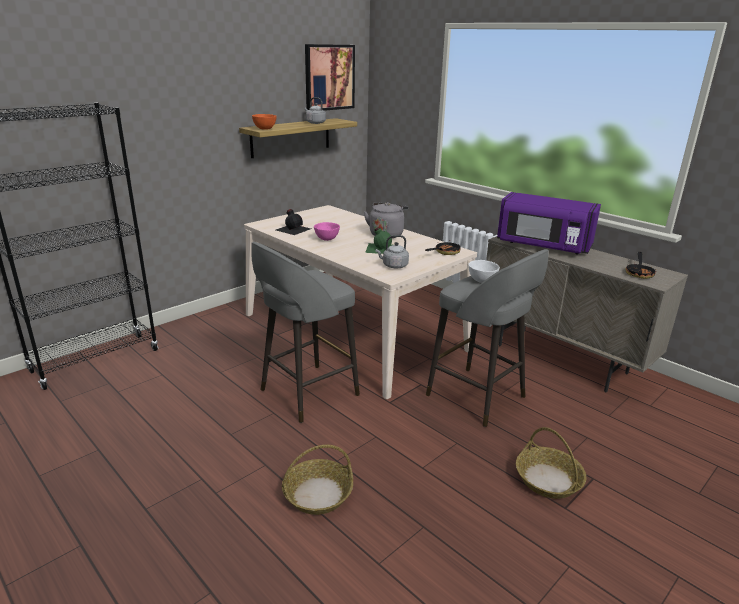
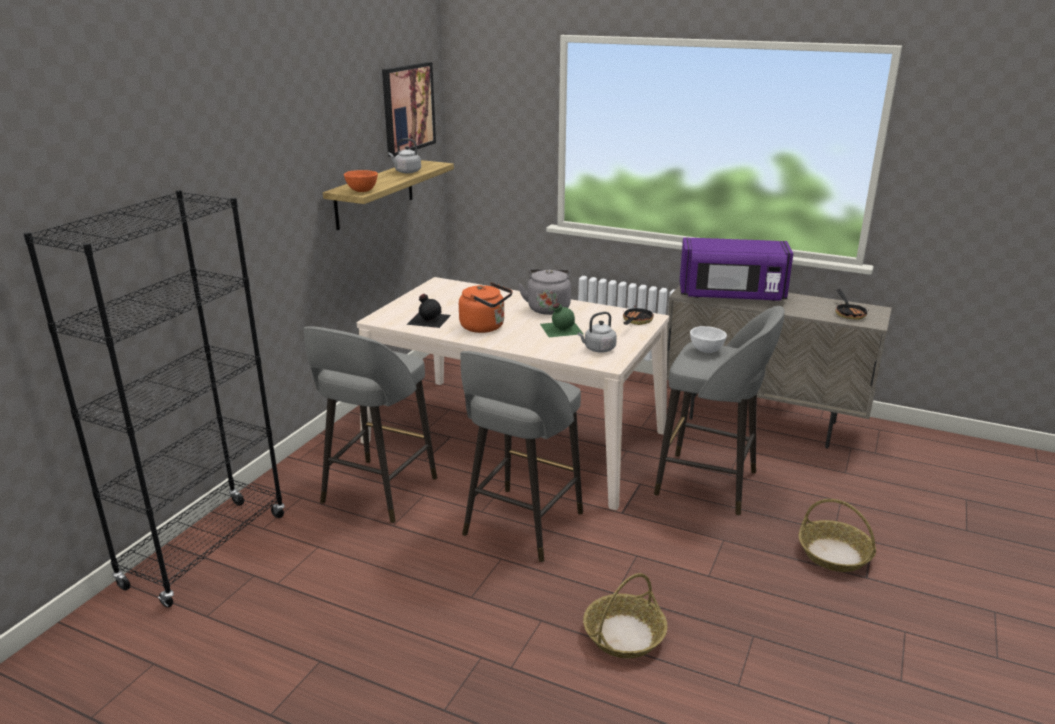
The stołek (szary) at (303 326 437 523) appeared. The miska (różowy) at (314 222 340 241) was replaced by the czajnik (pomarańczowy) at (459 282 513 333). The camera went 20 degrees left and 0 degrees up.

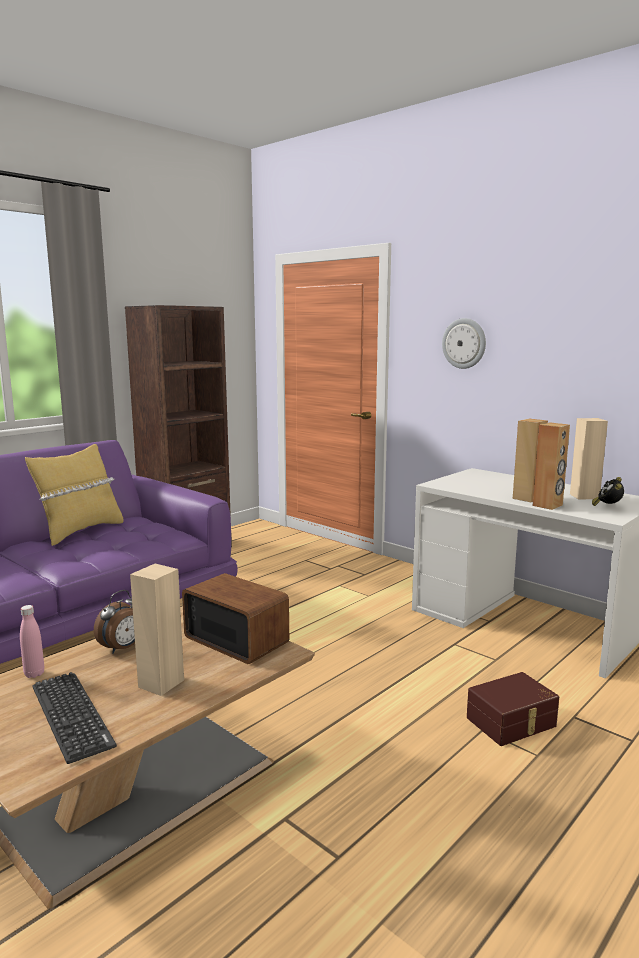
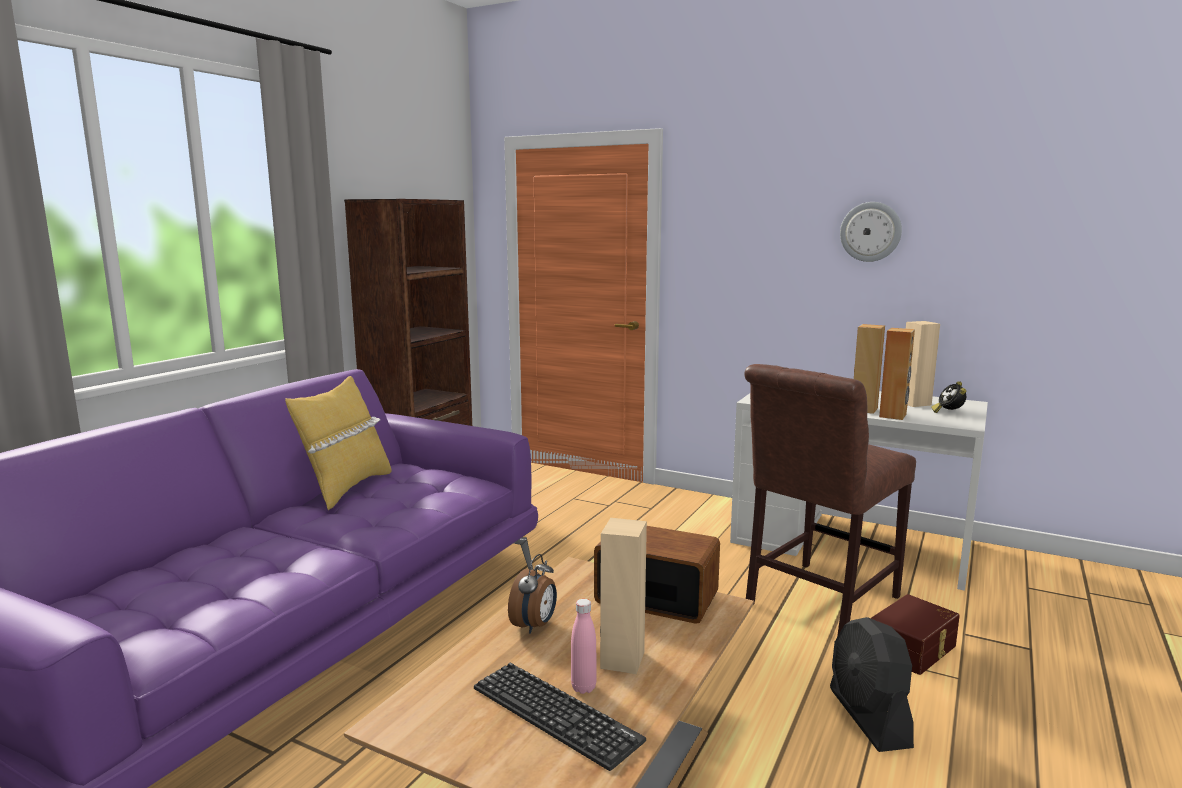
The krzesło (brązowy) at (744 364 916 637) appeared. The wentylator (czarny) at (830 617 914 752) appeared. The butelka (różowy) moved from (20 605 44 678) to (571 599 597 694). The zegar ścienny moved from (442 318 486 369) to (840 202 902 262). The camera went 15 degrees left and 0 degrees up.

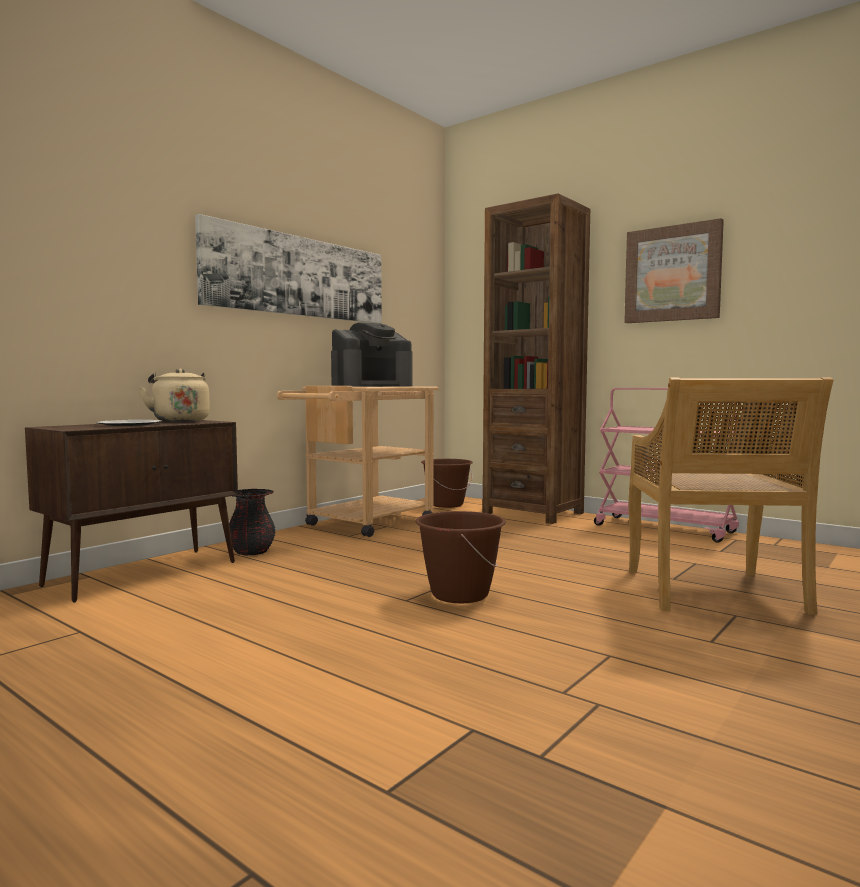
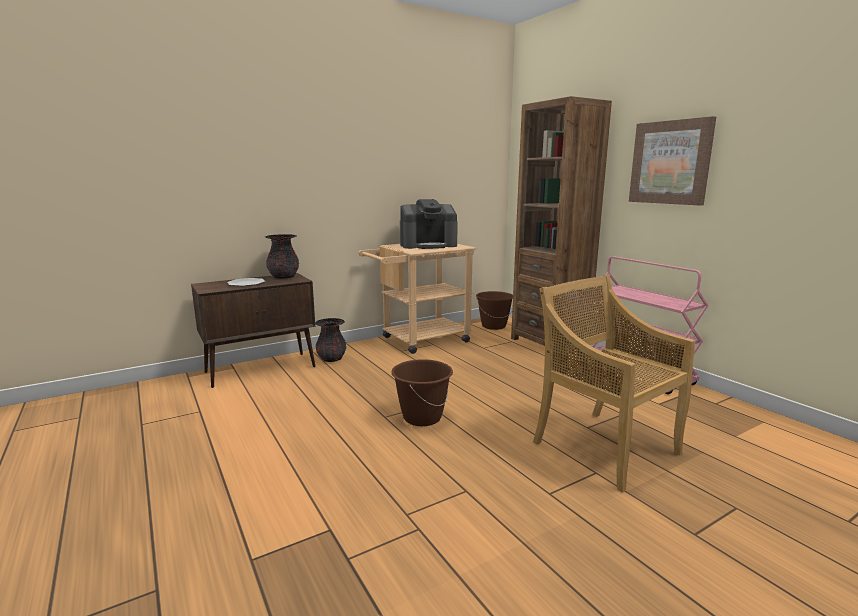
The obraz at (195 214 382 324) disappeared. The czajnik (beżowy) at (139 369 210 422) was replaced by the wazon (czarny) at (265 234 299 279). The krzesło (beżowy) at (628 377 833 614) turned 120 degrees clockwise. The camera went 20 degrees right and 10 degrees up.

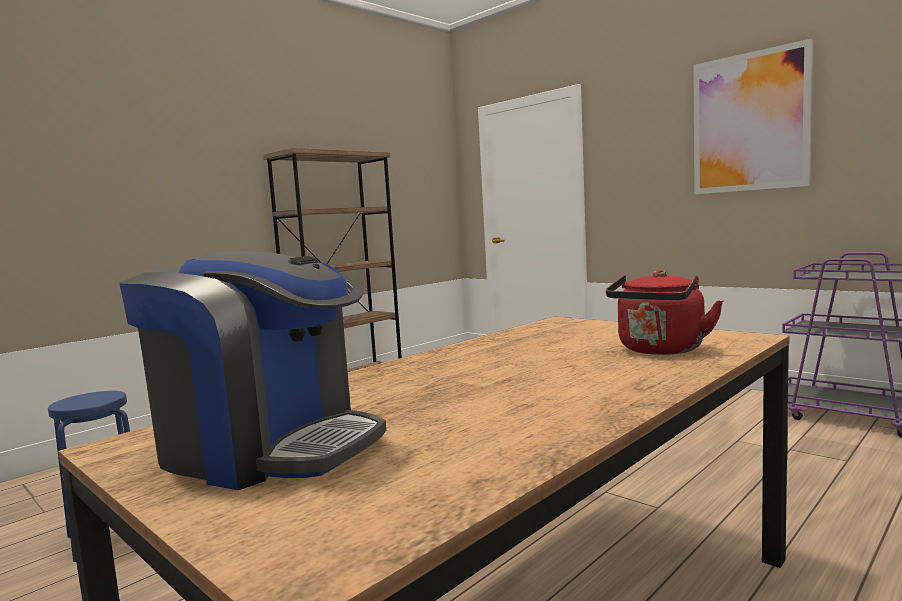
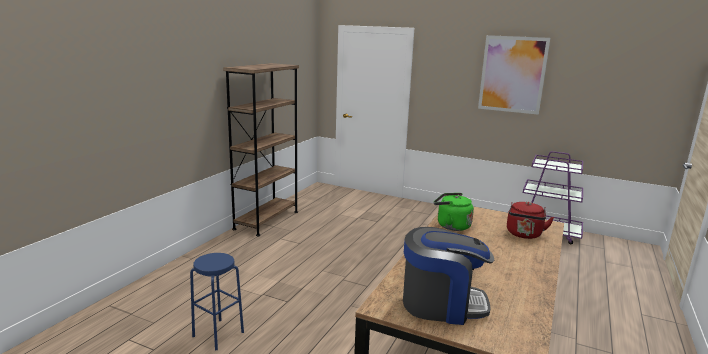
The czajnik (zielony) at (434 193 474 231) appeared. The camera went 20 degrees left and 10 degrees up.

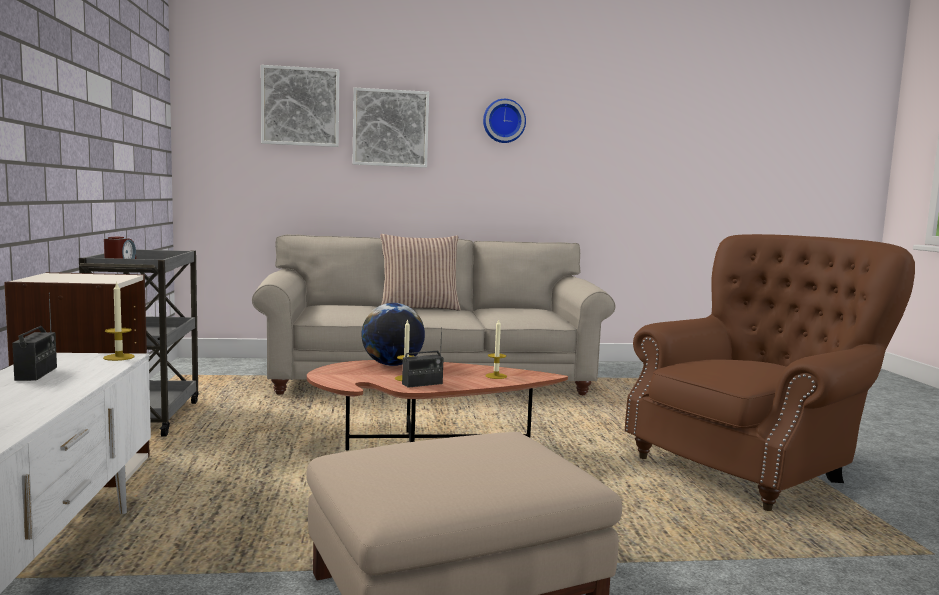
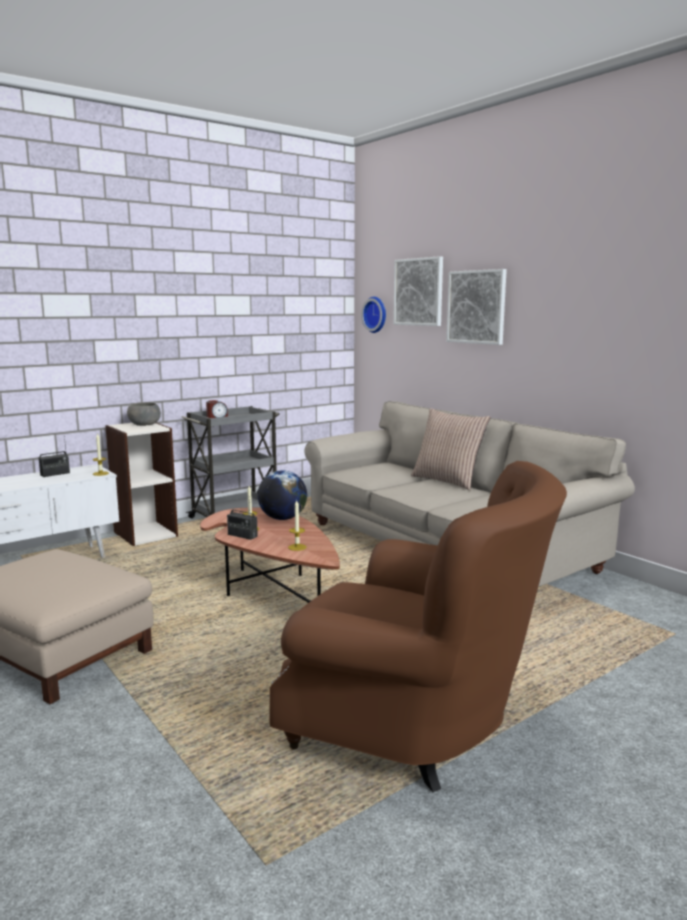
The miska (szary) at (127 402 161 426) appeared. The zegar ścienny moved from (483 99 526 143) to (361 297 386 333). The camera went 60 degrees right and 5 degrees up.

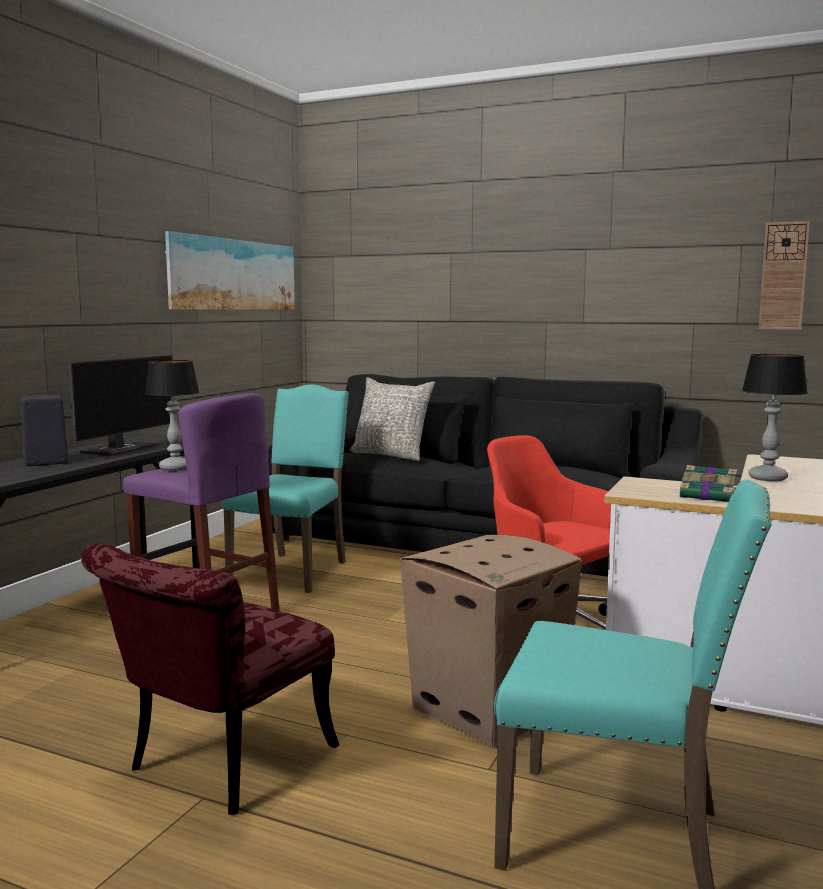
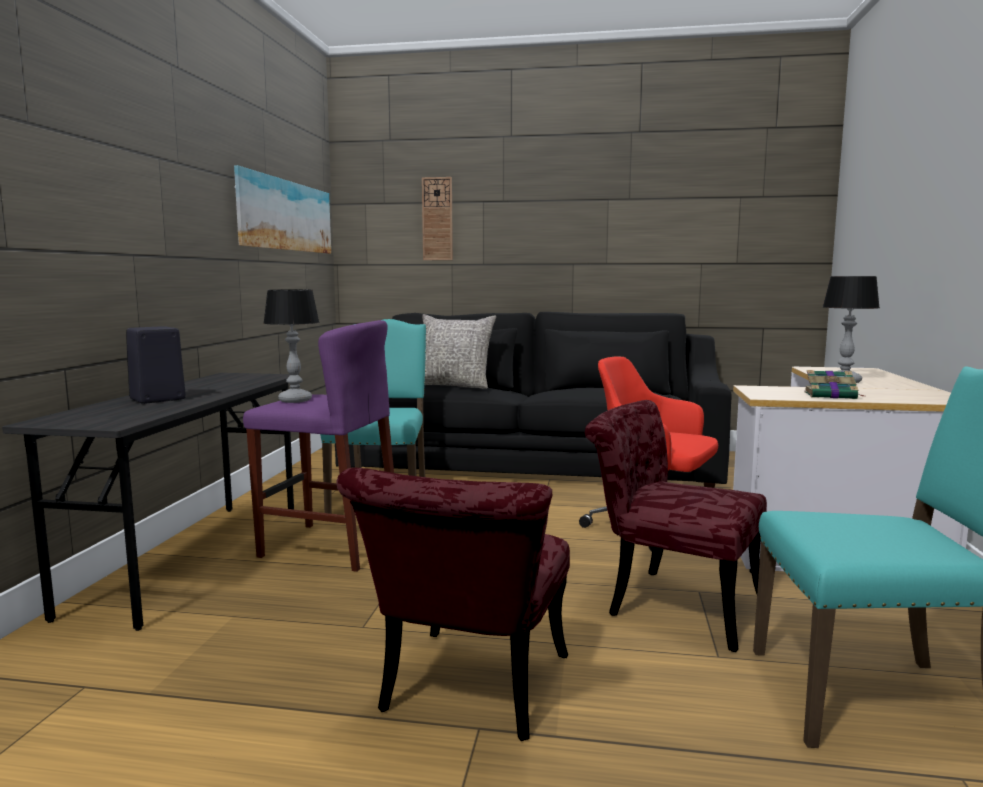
The monitor at (69 355 173 456) disappeared. The zegar ścienny moved from (759 221 810 330) to (422 177 453 260). The karton at (400 535 582 748) was replaced by the krzesło (czerwony) at (585 400 767 652). The camera went 15 degrees left and 0 degrees up.

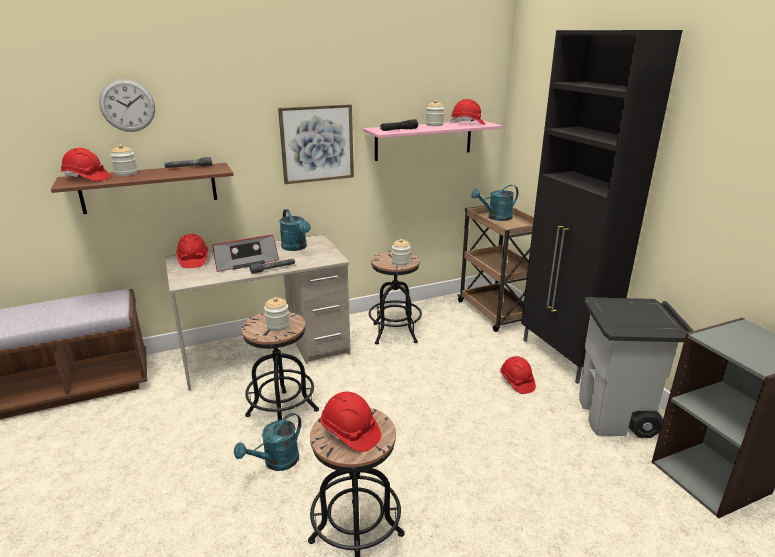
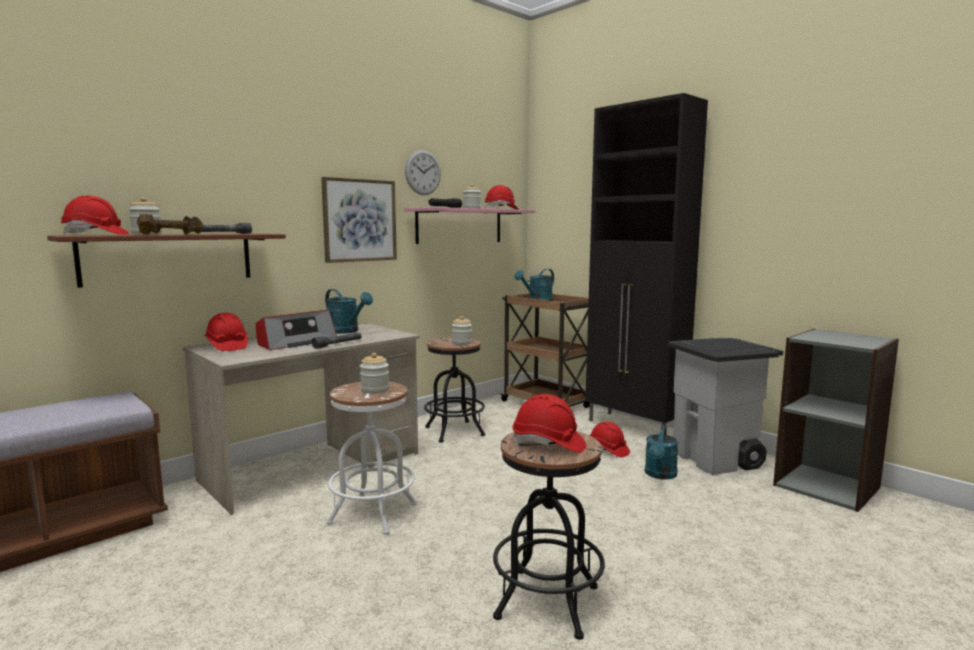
The hantel (brązowy) at (137 214 203 234) appeared. The zegar ścienny moved from (99 79 155 132) to (405 150 441 195). The konewka (turkusowy) moved from (234 413 301 471) to (645 425 678 479). The stołek (czarny) at (241 312 319 420) became the stołek (biały) at (327 382 417 535). The camera went 20 degrees left and 15 degrees down.

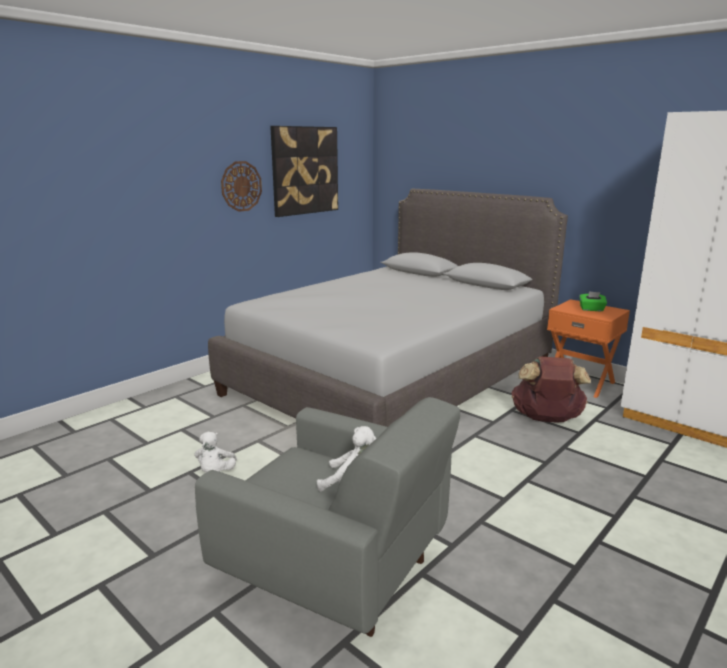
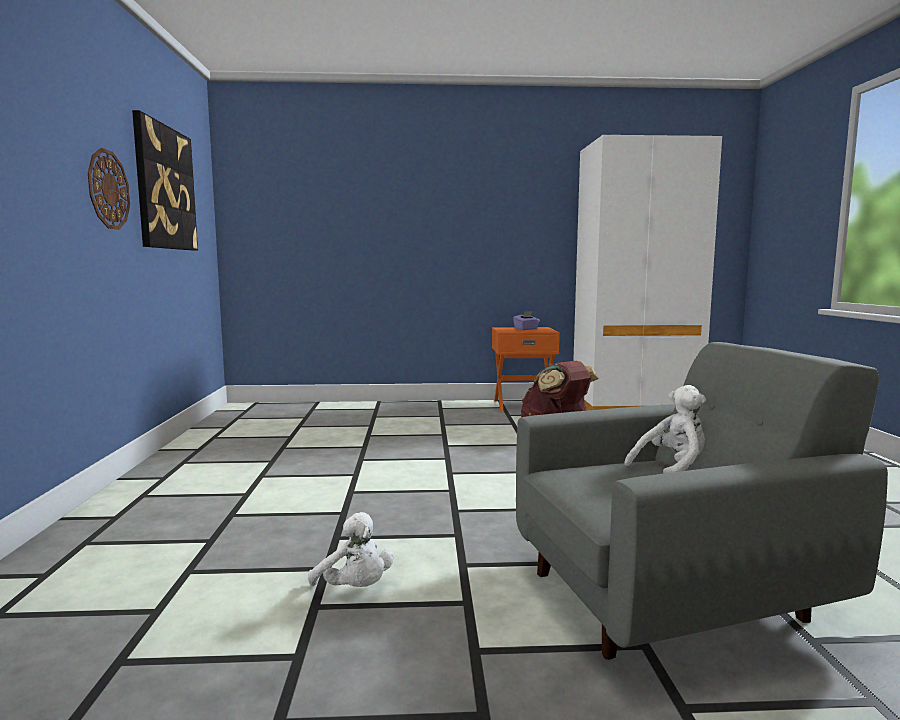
The łóżko (szary) at (208 189 568 427) disappeared. The pudełko chusteczek (zielony) at (579 291 607 311) became the pudełko chusteczek (fioletowy) at (513 311 540 330). The camera went 45 degrees left and 10 degrees down.

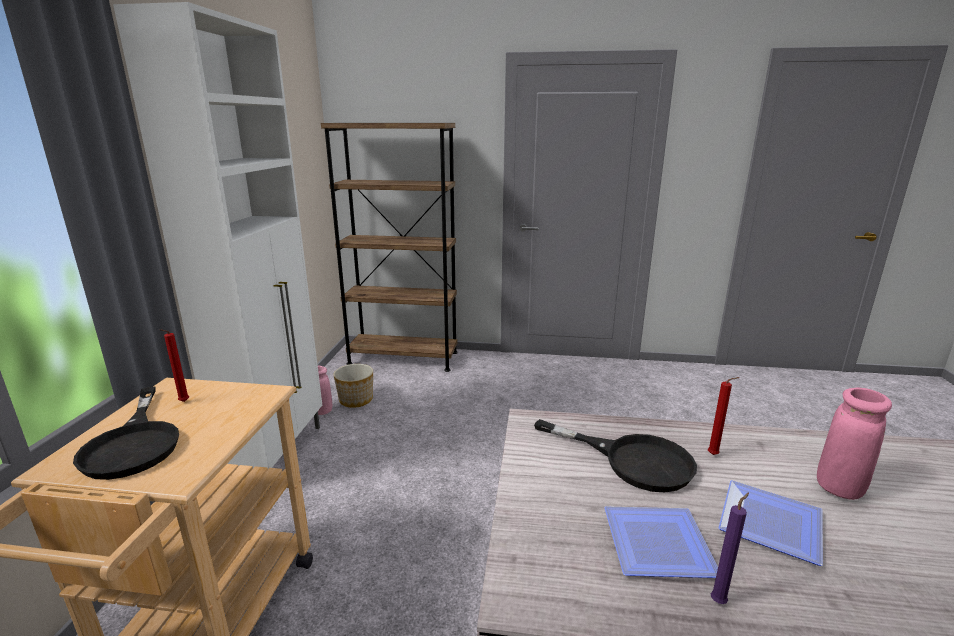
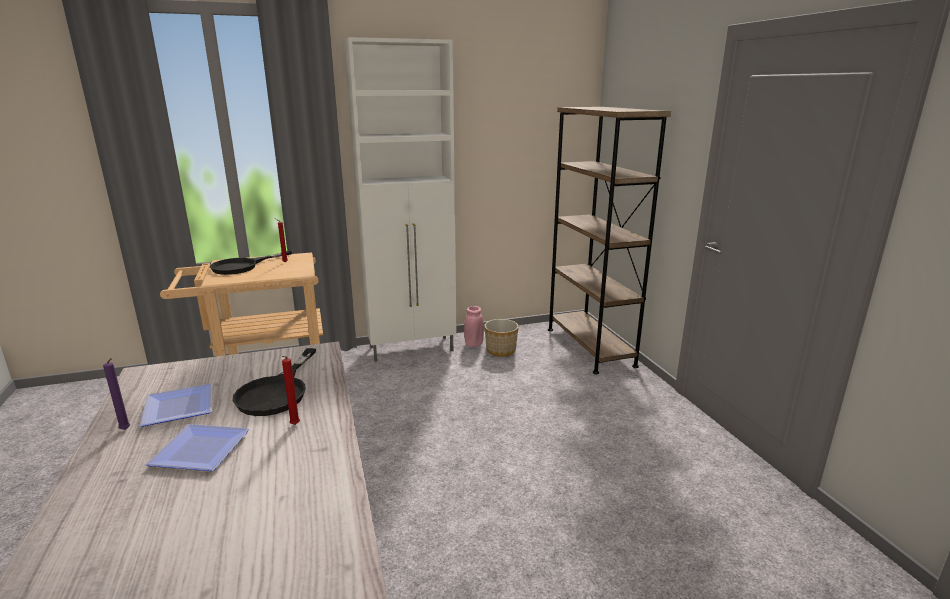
The wazon (różowy) at (817 388 892 500) disappeared. The camera went 65 degrees right and 0 degrees up.

